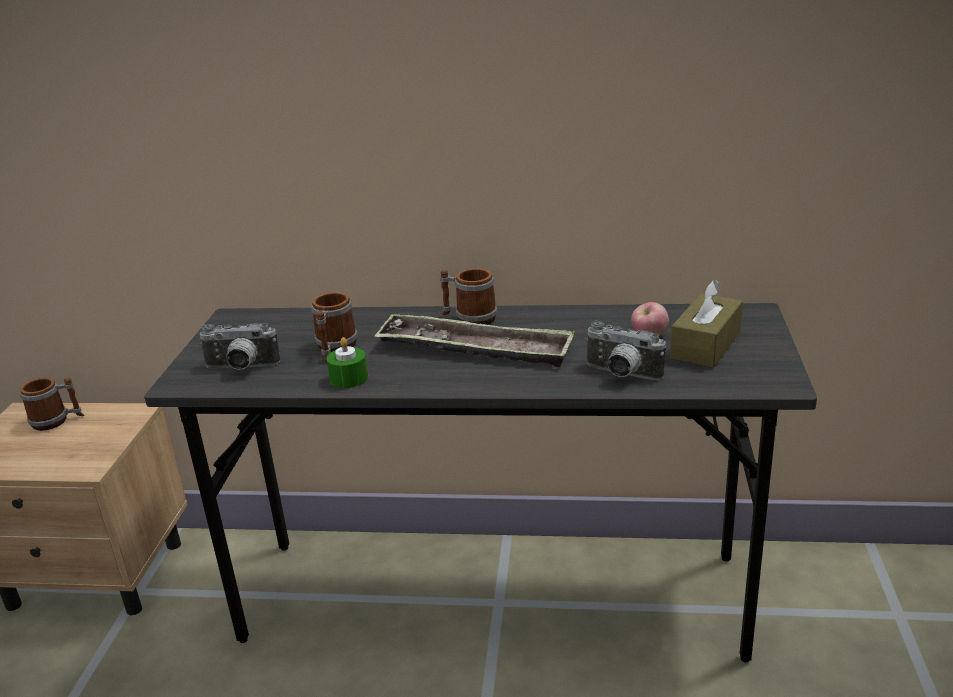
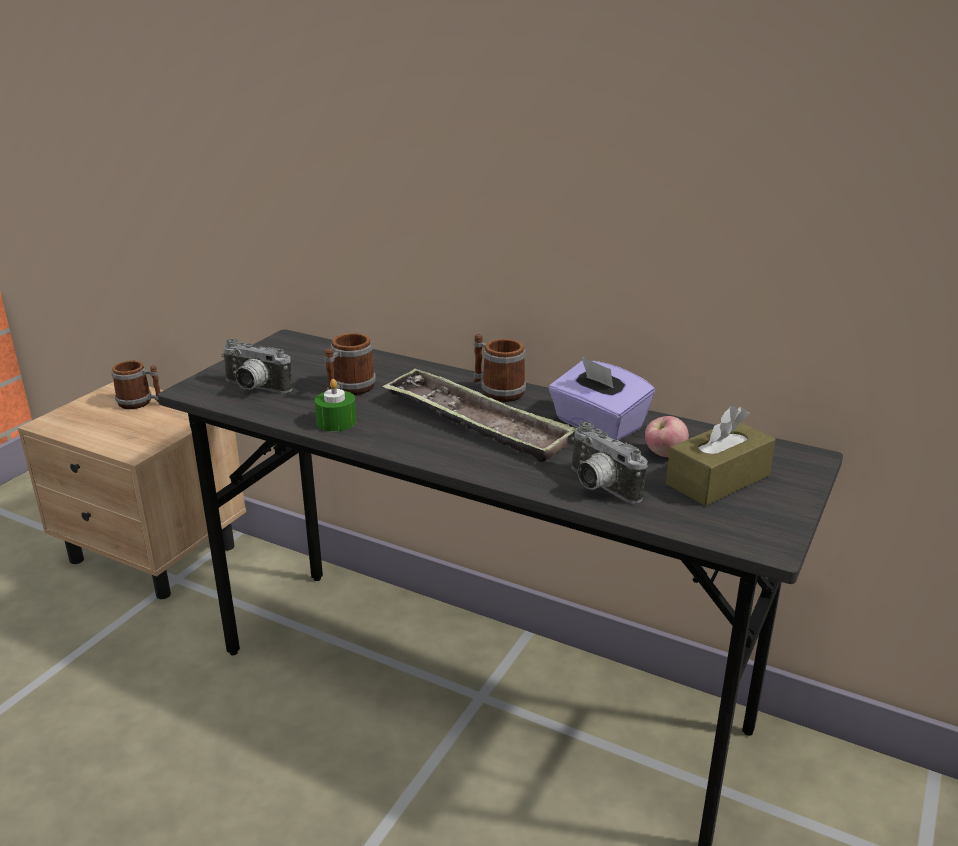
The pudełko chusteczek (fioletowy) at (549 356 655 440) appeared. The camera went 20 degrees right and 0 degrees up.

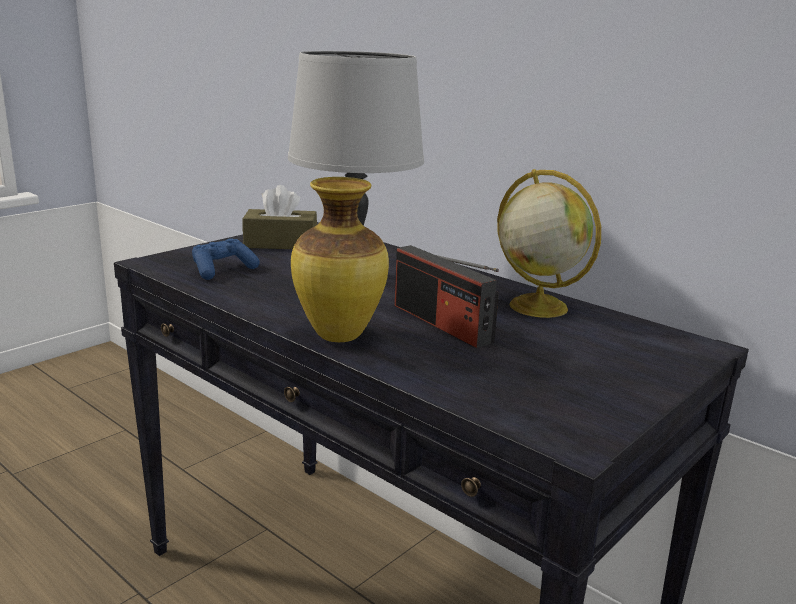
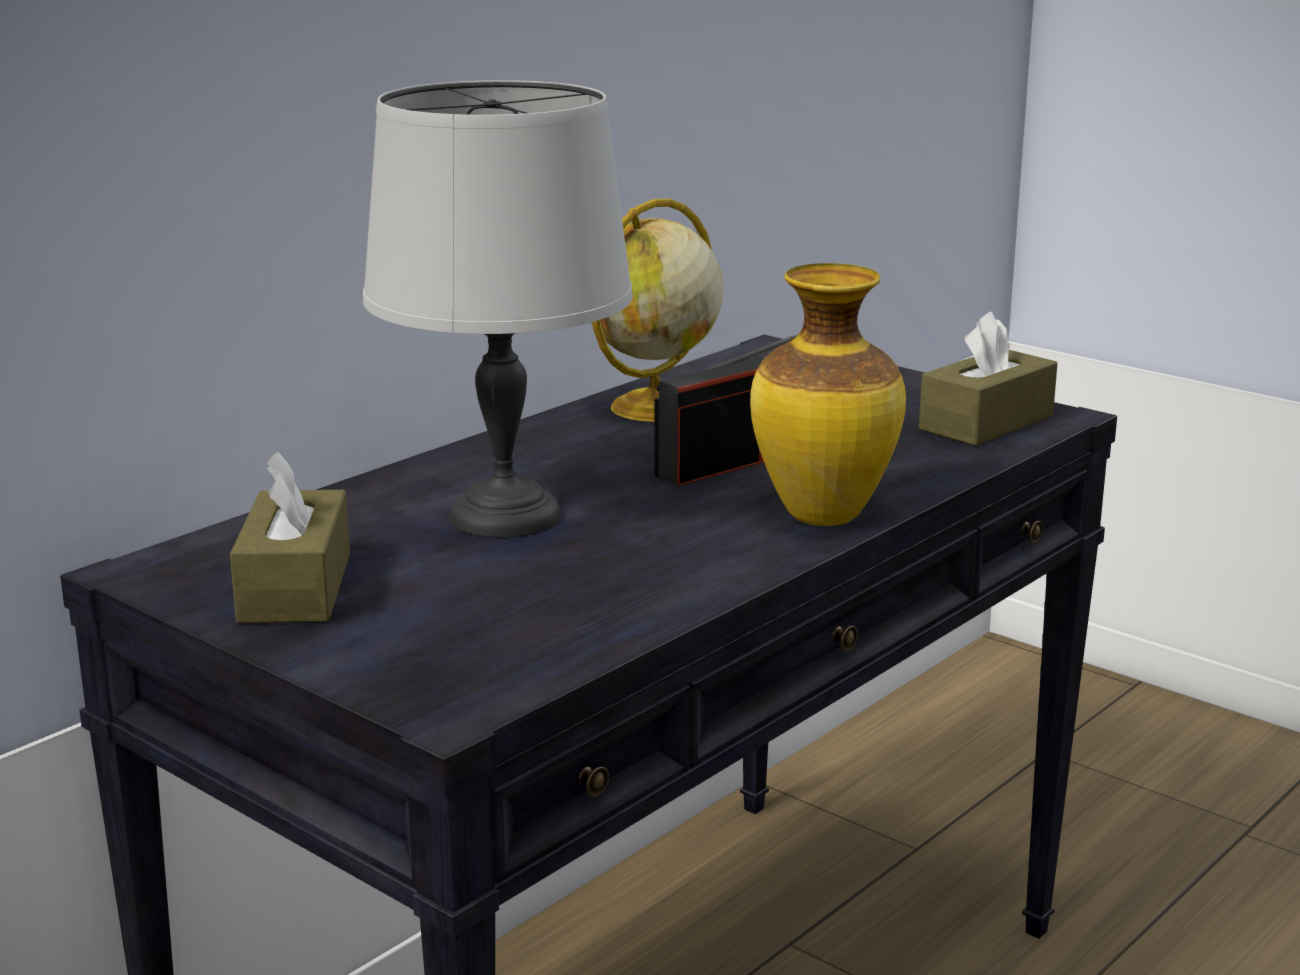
The pad do gier (niebieski) at (192 239 260 280) disappeared. The pudełko chusteczek (brązowy) at (919 311 1058 446) appeared. The camera went 90 degrees left and 0 degrees up.

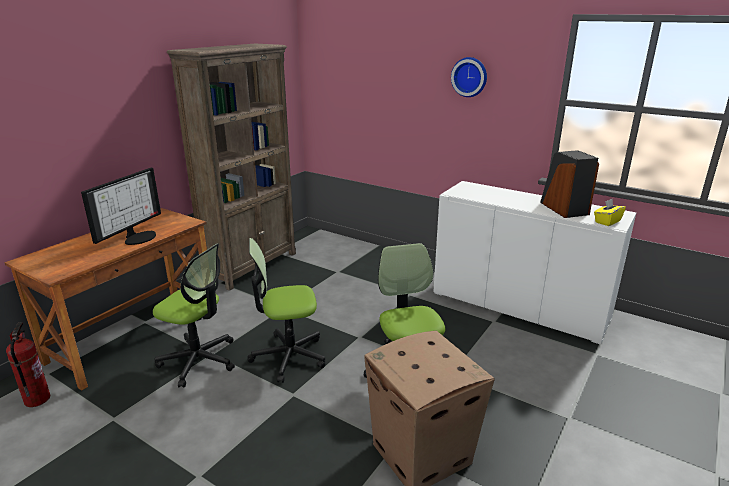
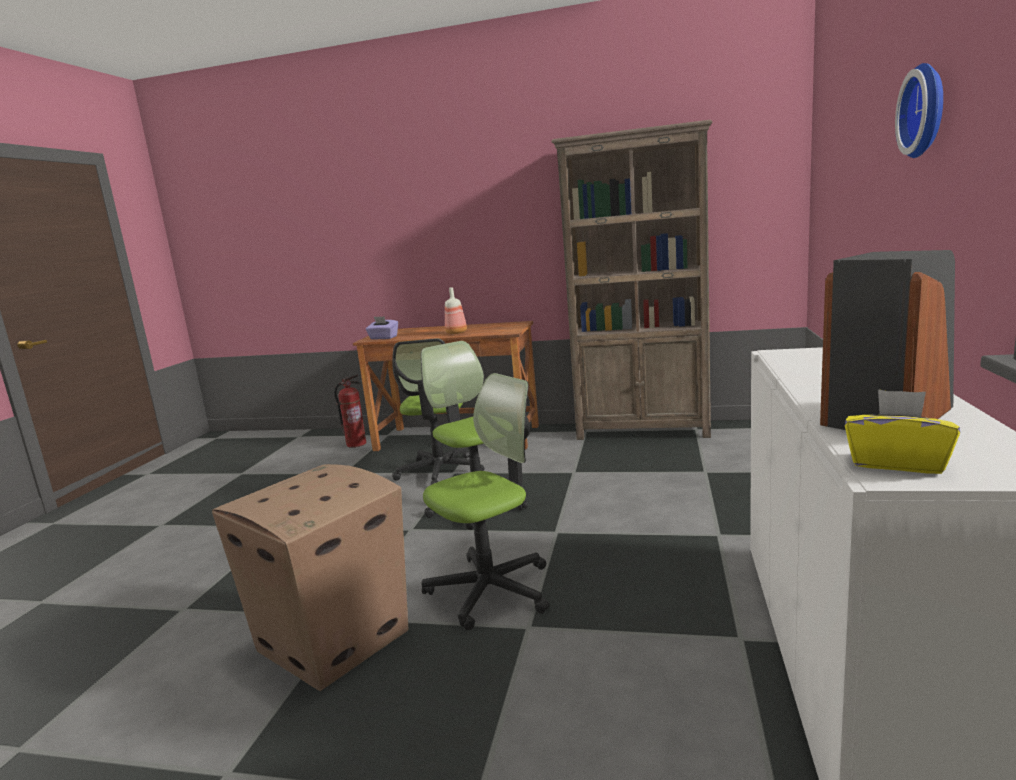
The pudełko chusteczek (fioletowy) at (366 316 398 340) appeared. The monitor at (81 168 161 245) was replaced by the butelka at (445 287 467 334). The camera went 70 degrees right and 10 degrees down.

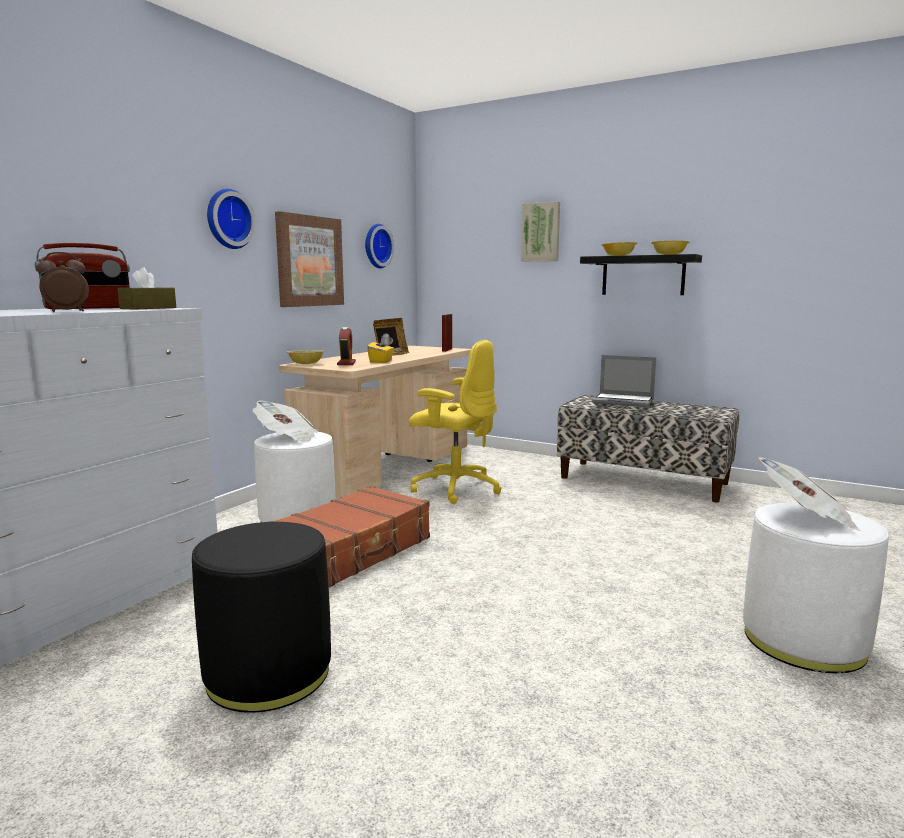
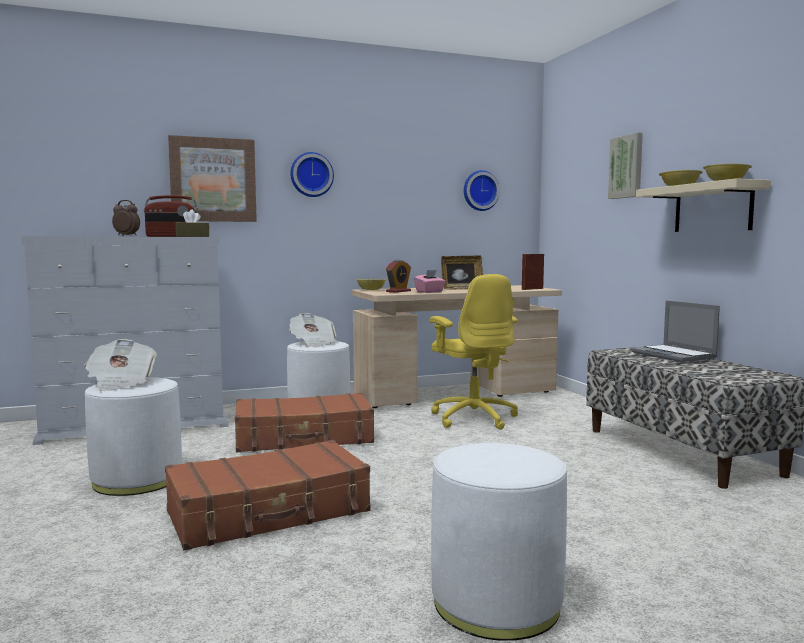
The walizka (brązowy) at (165 440 371 551) appeared. The obraz moved from (275 211 344 307) to (168 135 257 222). The gazeta moved from (759 457 860 531) to (84 339 157 391). The pufa (czarny) at (192 522 331 713) became the pufa (biały) at (85 377 182 496). The pudełko chusteczek (żółty) at (367 337 394 363) became the pudełko chusteczek (różowy) at (414 270 446 293). The półka (czarny) at (580 254 702 295) became the półka (beżowy) at (636 178 771 232). The camera went 40 degrees right and 5 degrees down.

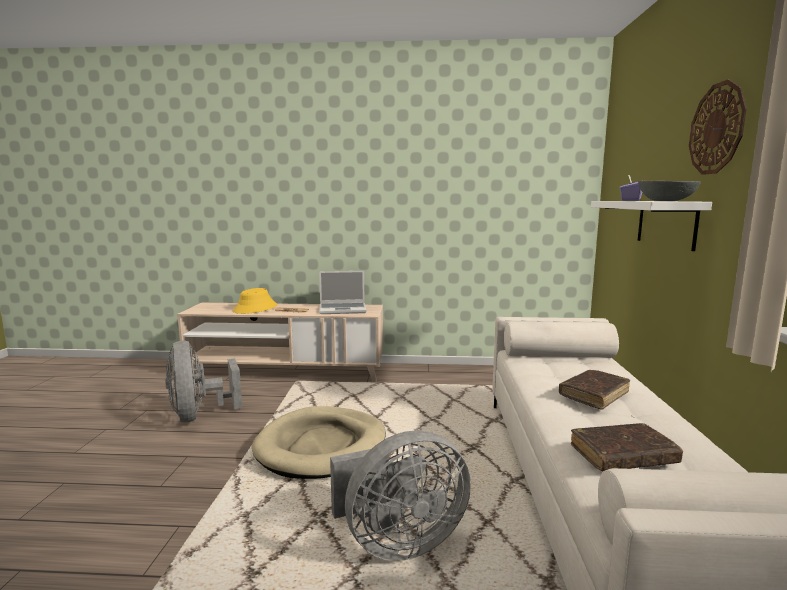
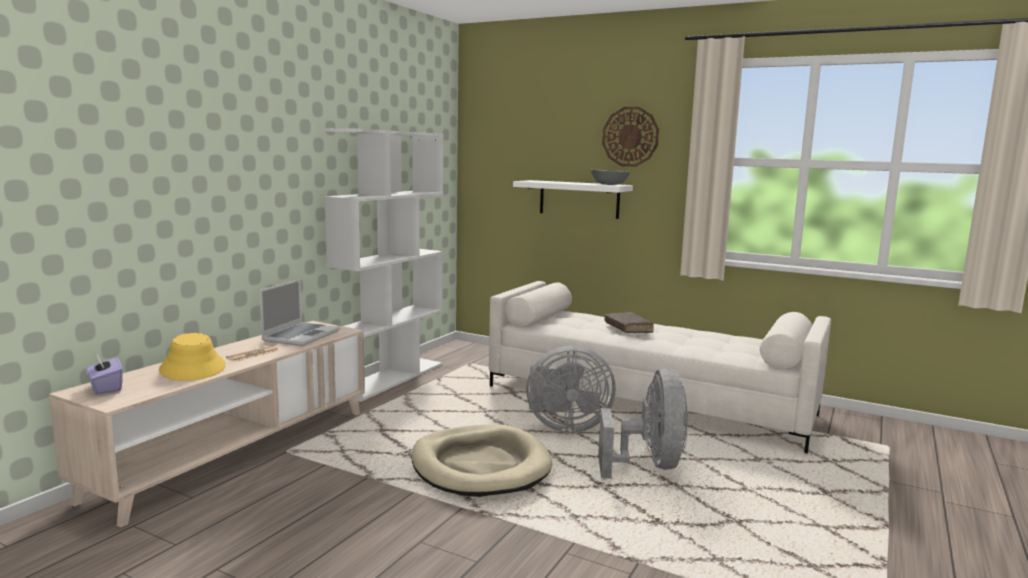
The książka (brązowy) at (571 423 683 471) disappeared. The regał (biały) at (323 128 443 402) appeared. The wentylator (szary) moved from (165 341 242 422) to (526 346 616 433). The pudełko chusteczek (fioletowy) moved from (619 175 642 201) to (86 354 123 395). The camera went 65 degrees left and 0 degrees up.

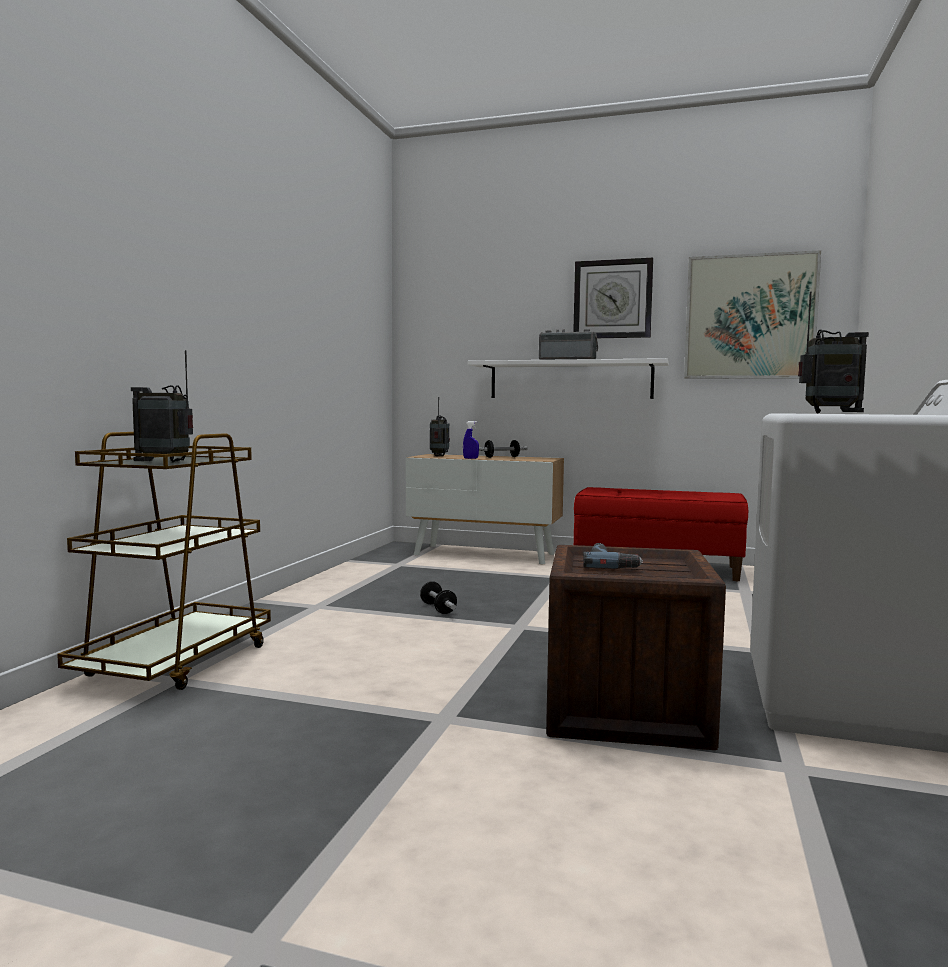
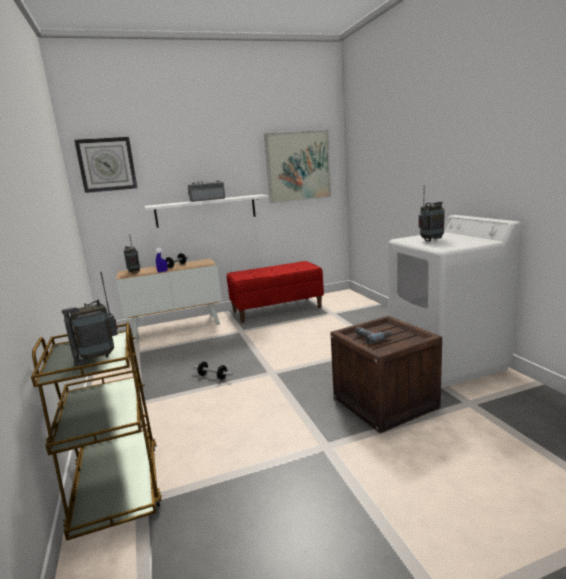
The zegar ścienny moved from (573 258 653 338) to (74 137 137 193). The camera went 35 degrees left and 10 degrees up.

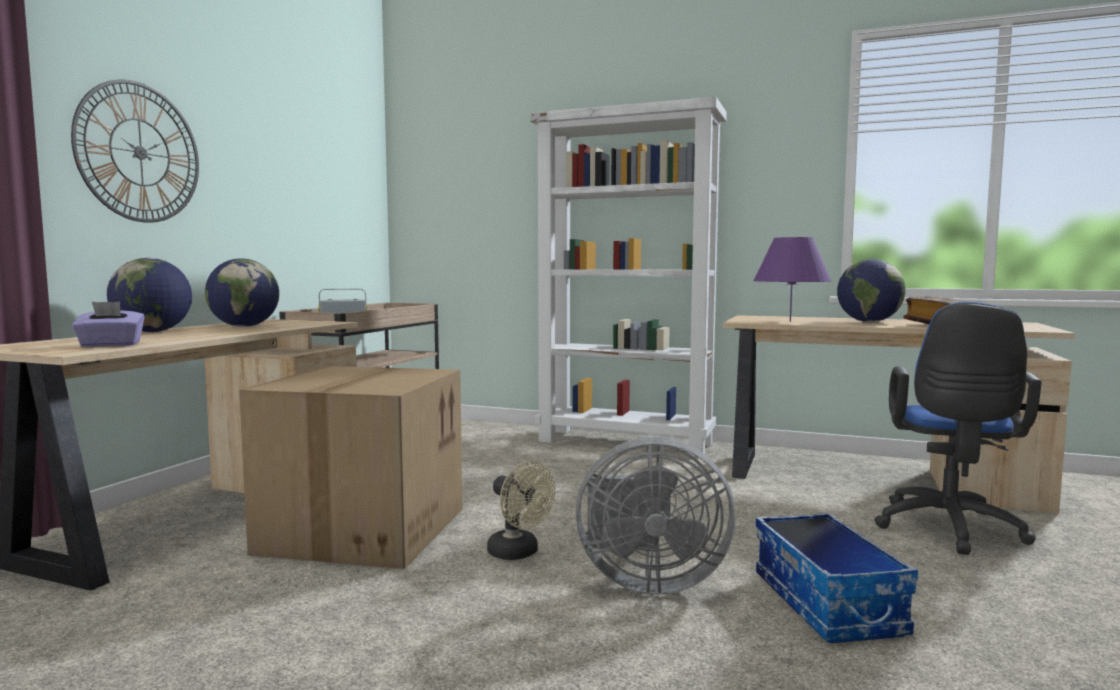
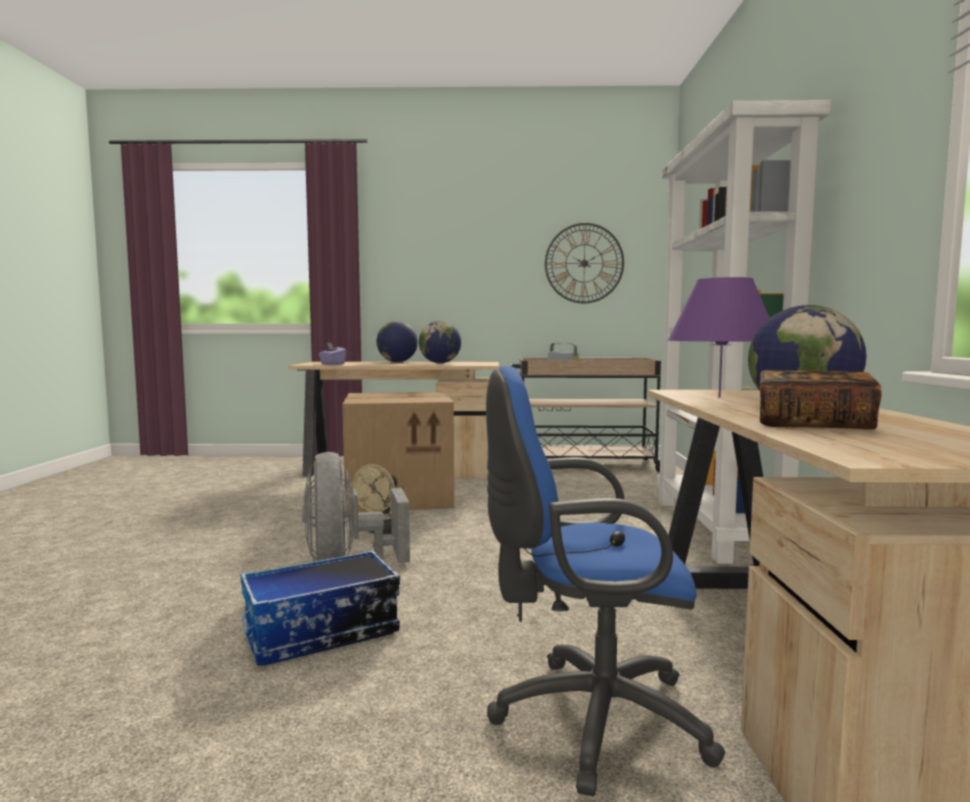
The zegar ścienny moved from (71 80 199 223) to (545 223 624 304). The camera went 70 degrees right and 0 degrees up.

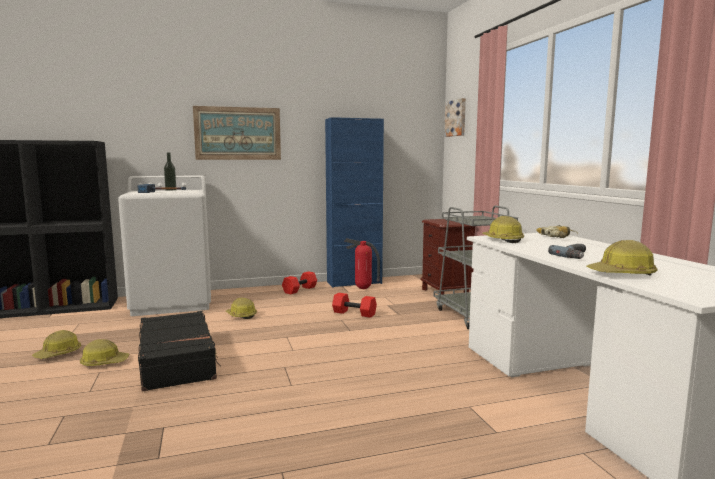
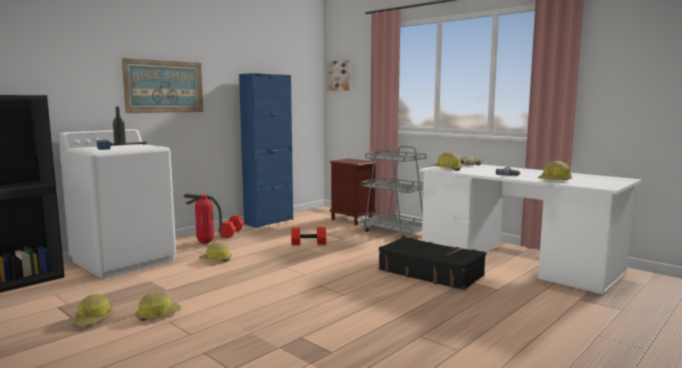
The walizka (czarny) moved from (138 311 221 392) to (379 237 486 290). The gaśnica moved from (344 238 380 289) to (184 194 223 244). The camera went 30 degrees left and 0 degrees up.

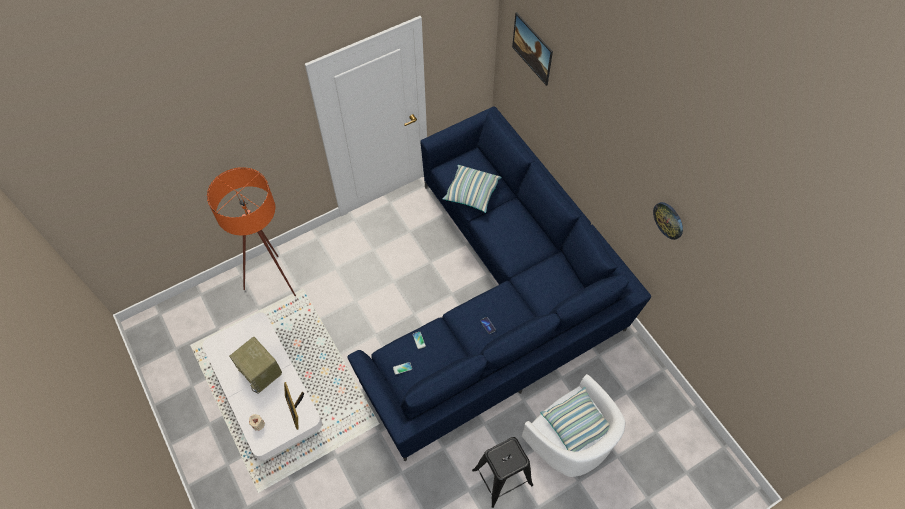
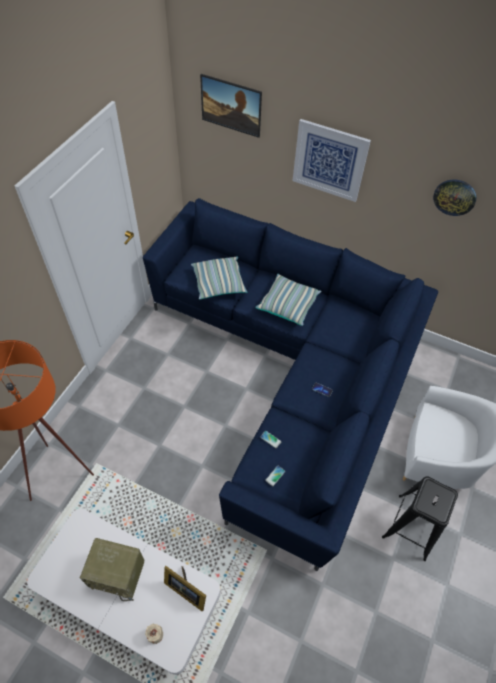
The obraz at (293 119 371 202) appeared. The poduszka moved from (541 387 610 452) to (255 274 321 326). The camera went 35 degrees left and 5 degrees down.

